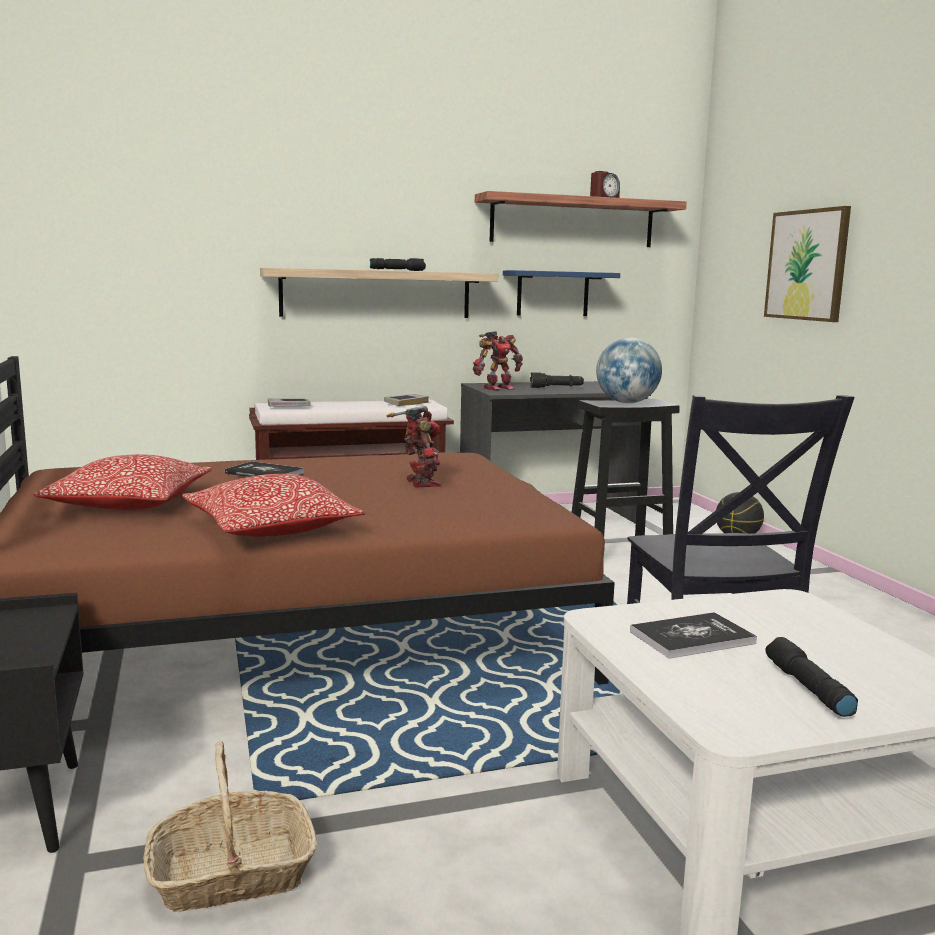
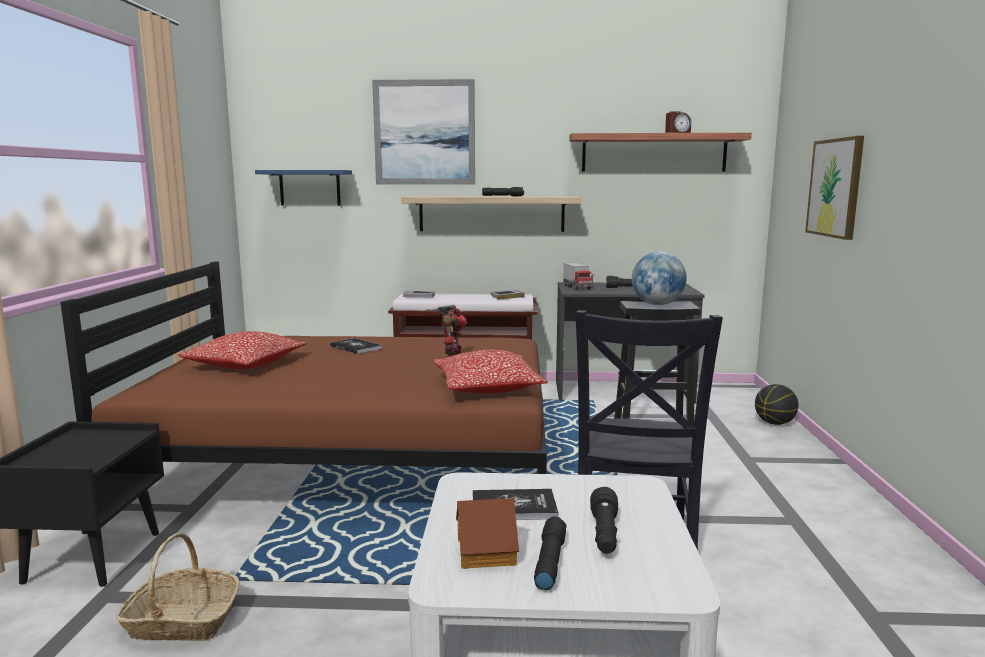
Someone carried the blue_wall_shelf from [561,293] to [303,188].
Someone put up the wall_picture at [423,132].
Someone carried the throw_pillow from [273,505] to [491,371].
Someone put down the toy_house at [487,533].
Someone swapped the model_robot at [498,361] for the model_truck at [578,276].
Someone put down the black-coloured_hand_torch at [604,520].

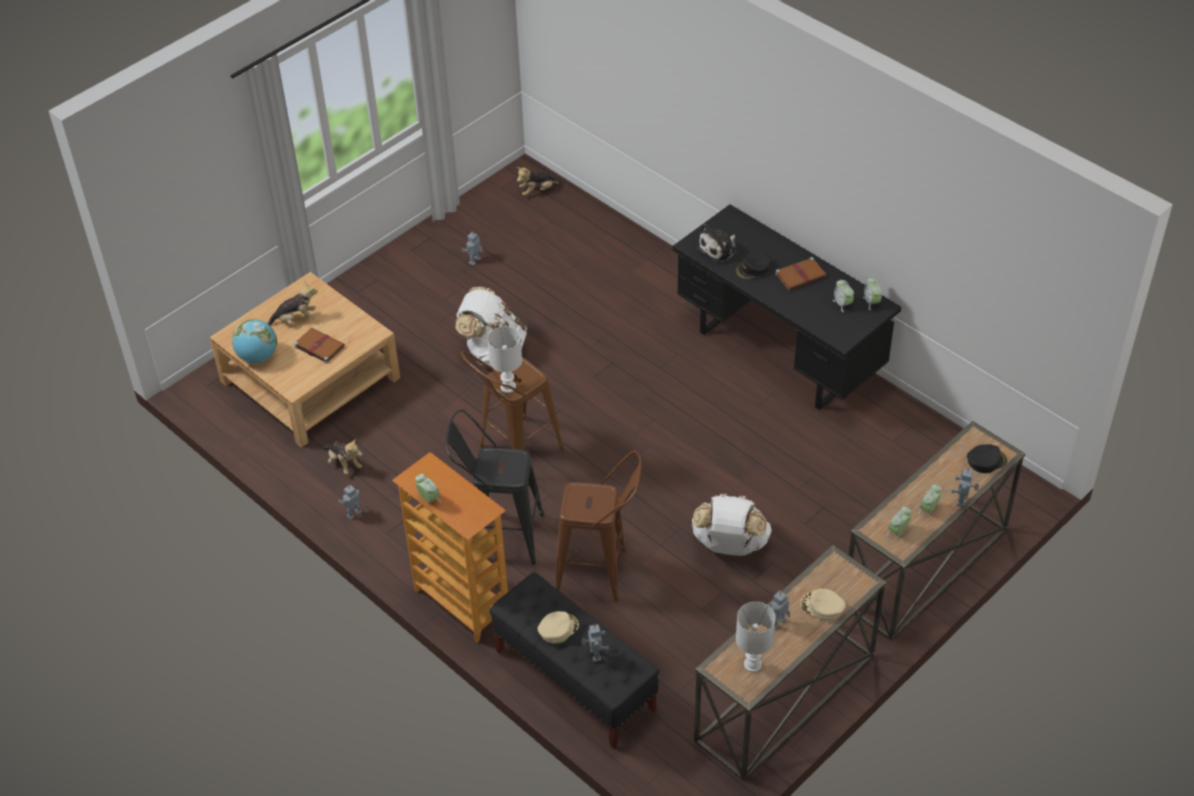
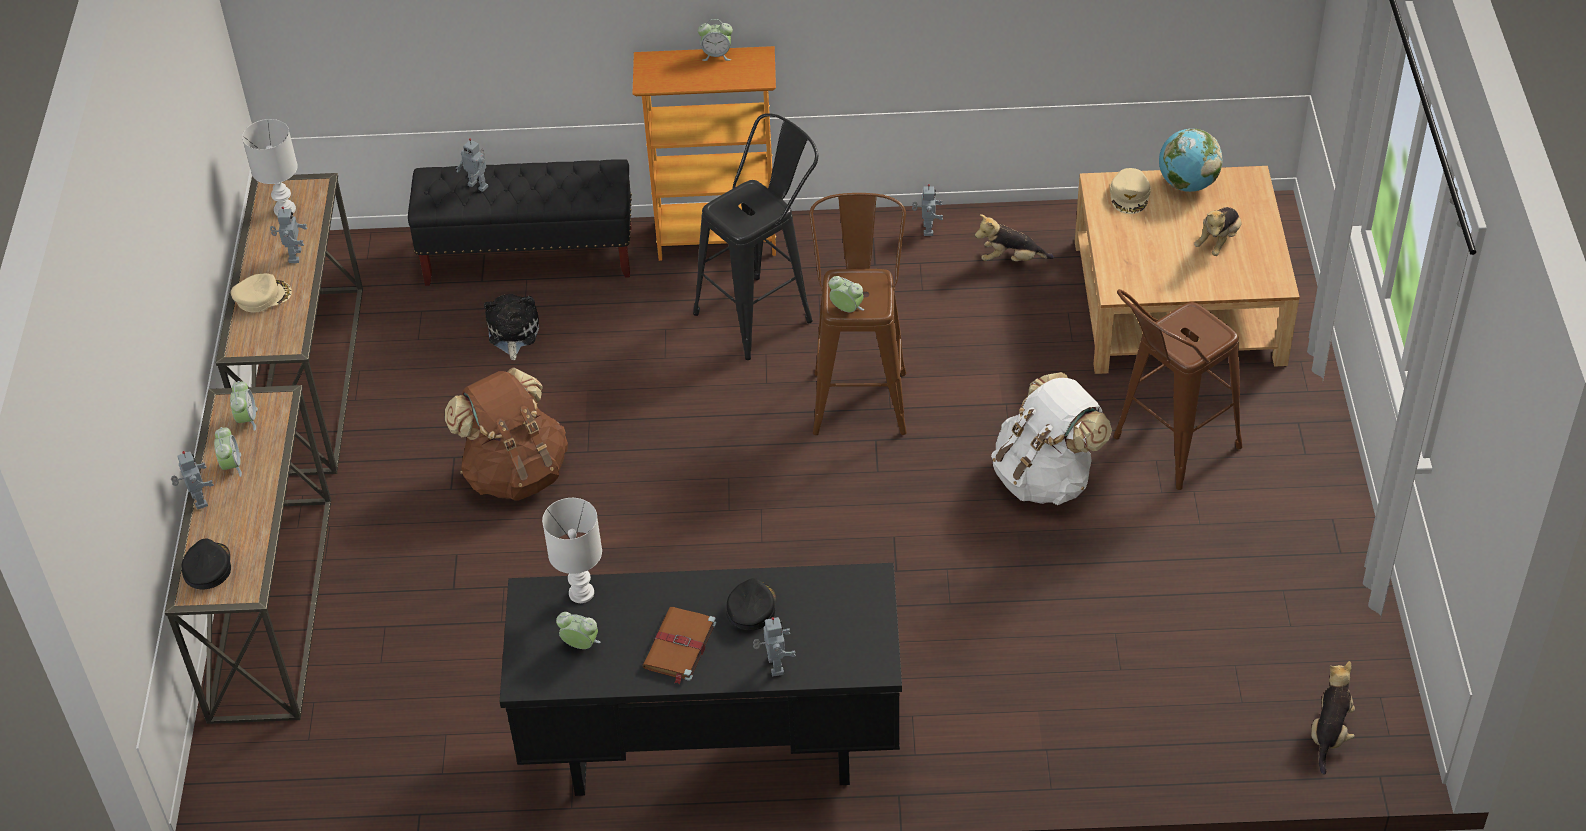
Someone rotated the black-coloured_peaked_cap at [987,458] by 150 degrees clockwise.
Someone repainted the white-coloured_rucksack at [731,524], which became the brownish_rucksack at [506,434].
Someone carried the plush_toy from [717,243] to [511,327].
Someone carried the white-coloured_table_lamp from [504,359] to [572,550].
Someone carried the model_robot from [471,248] to [774,647].
Someone carried the alarm_clock from [872,293] to [846,294].
Someone carried the beige_peaked_cap from [558,627] to [1130,191].
Someone carried the brownish_stool from [599,525] to [1177,389].
Someone took away the brownish_volume at [319,346].

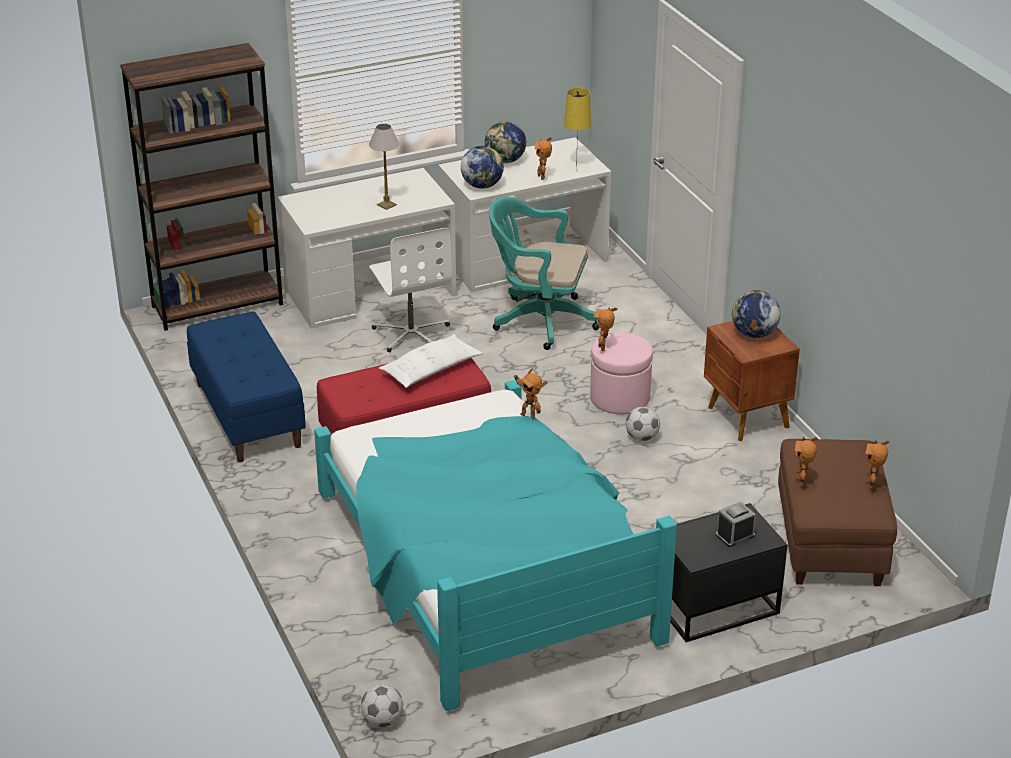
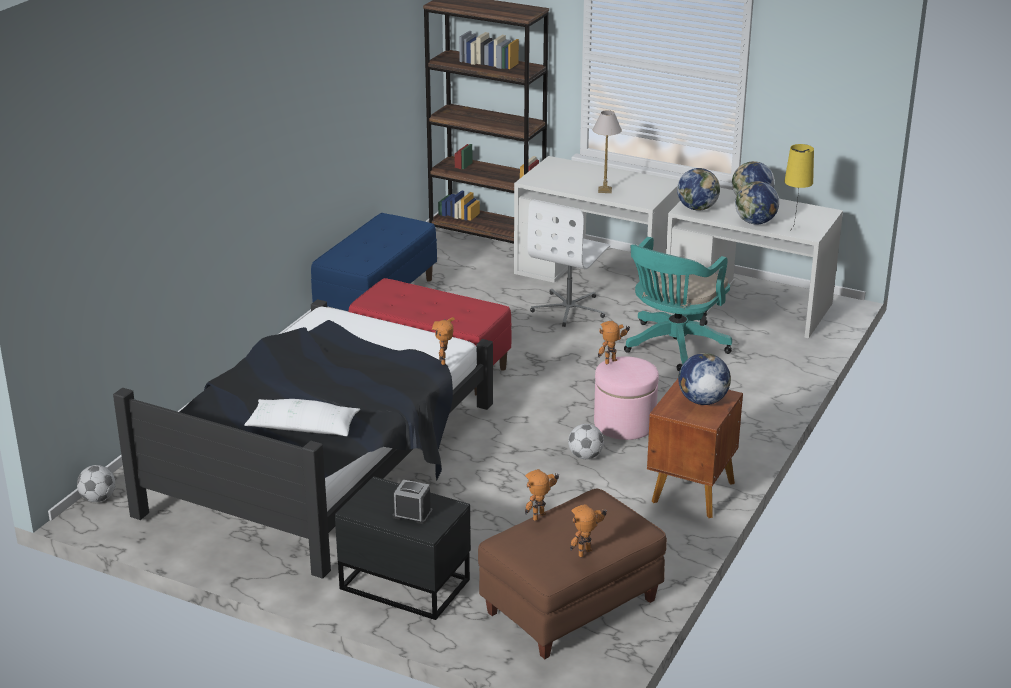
Someone repainted the turquoise-coloured_bedroom_bed at [495,545], which became the black-coloured_bedroom_bed at [303,439].
Someone carried the white-coloured_throw_pillow from [431,361] to [302,417].
Someone rotated the turquoise-coloured_computer_chair at [544,273] by 120 degrees counterclockwise.
Someone swapped the model_robot at [543,158] for the world_globe at [757,203].

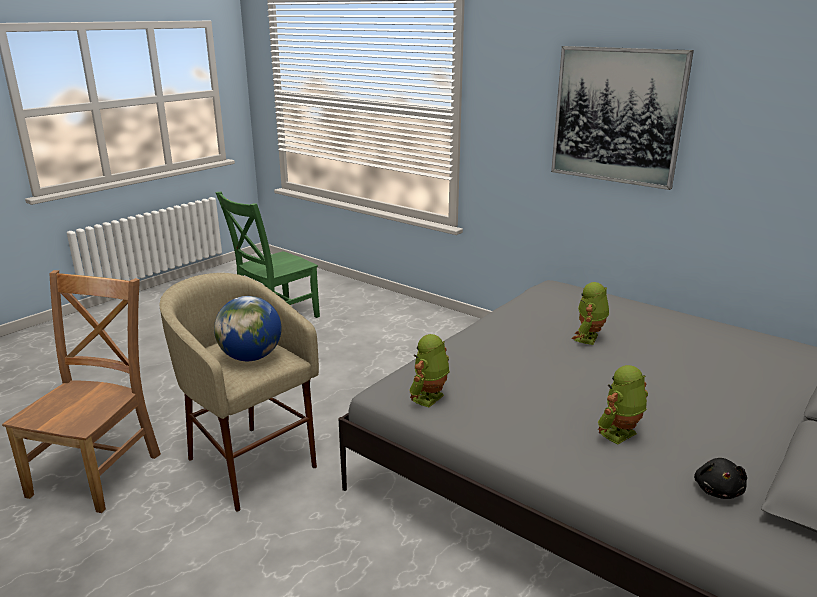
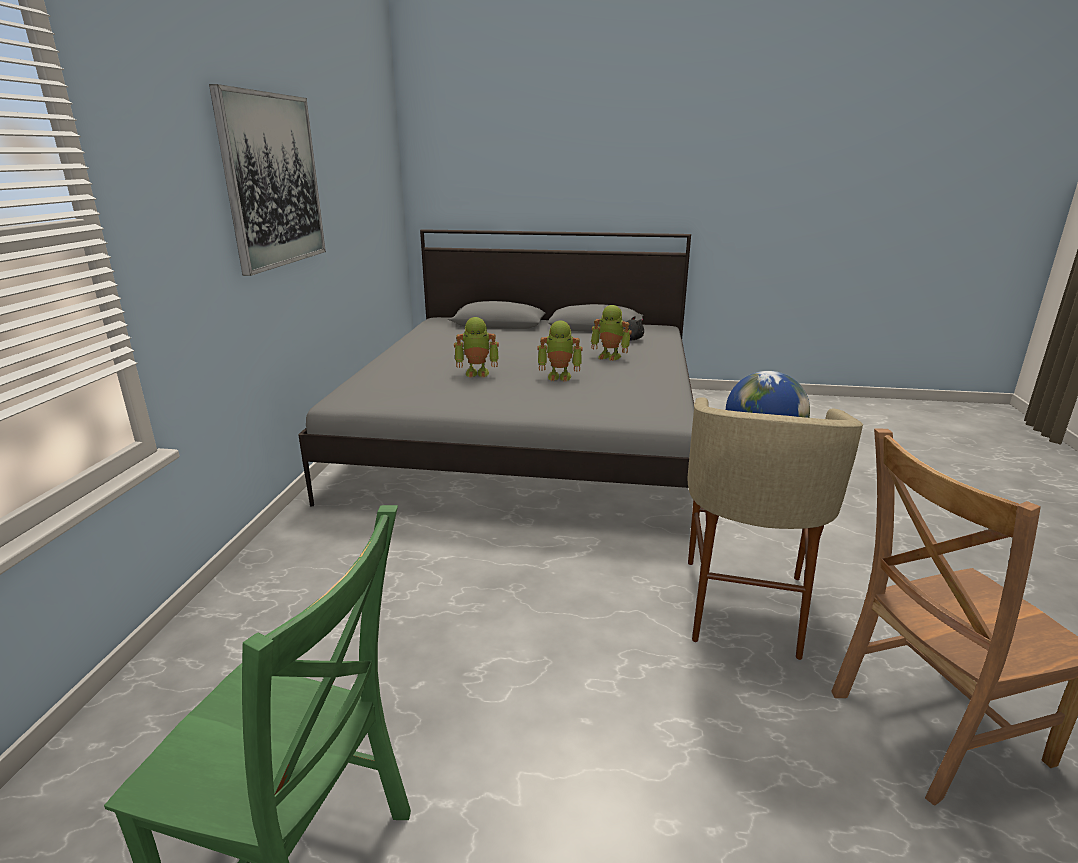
Someone carried the model_robot from [429,370] to [560,351].

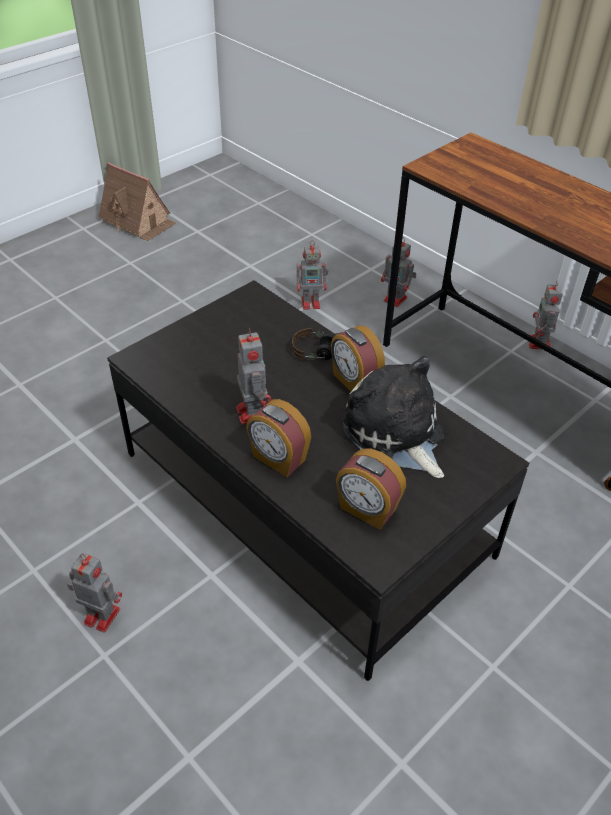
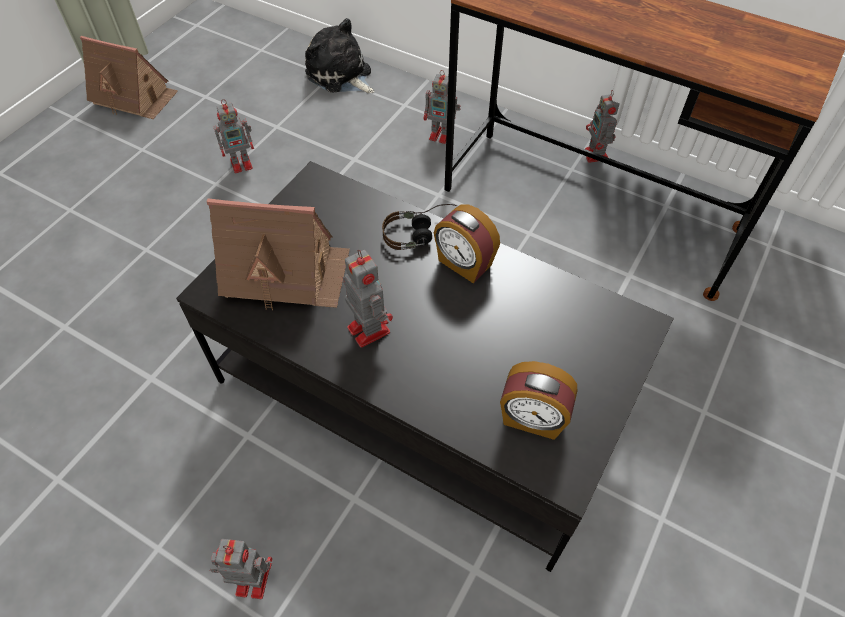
Someone put down the toy_house at [278,254].
Someone carried the model_robot from [312,275] to [233,136].
Someone carried the plush_toy from [394,417] to [340,55].
Someone took away the alarm_clock at [278,438].

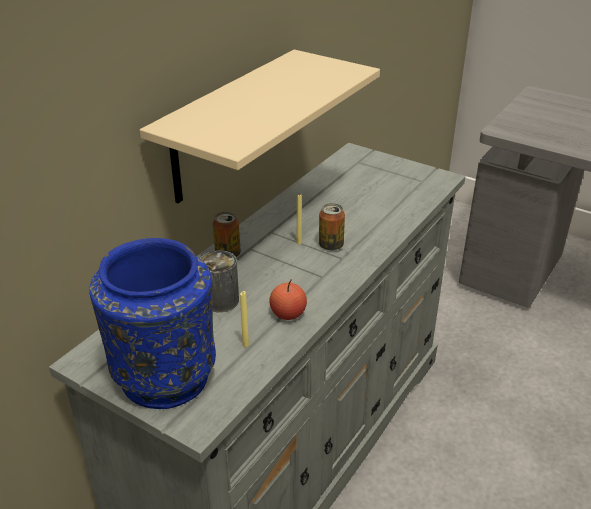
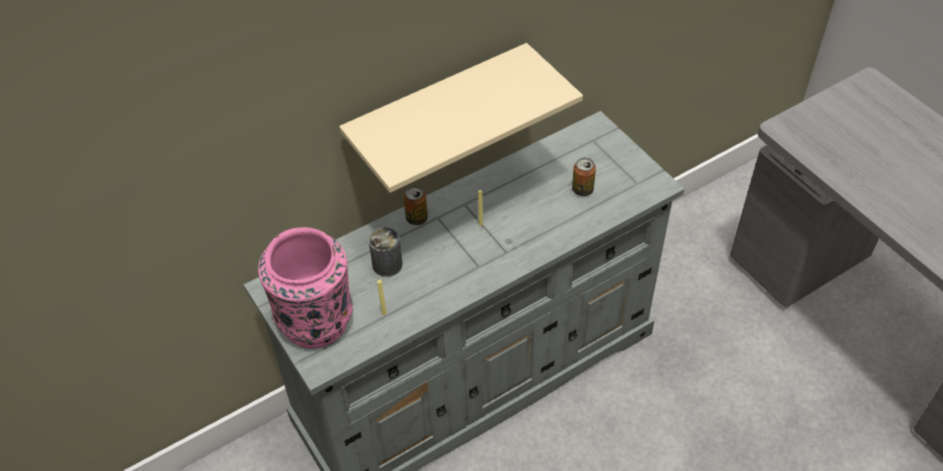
Someone repainted the blue_decorative_vase at [152,323], which became the pinkish_decorative_vase at [305,287].
Someone carried the can from [332,227] to [584,176].
Someone took away the apple_fruit at [288,300].

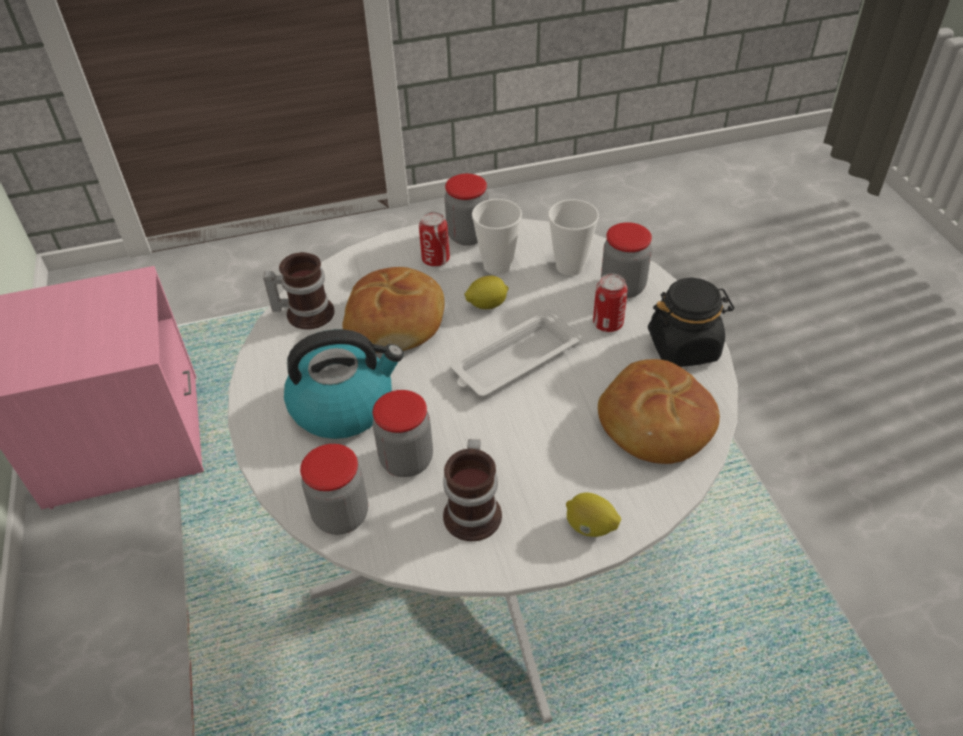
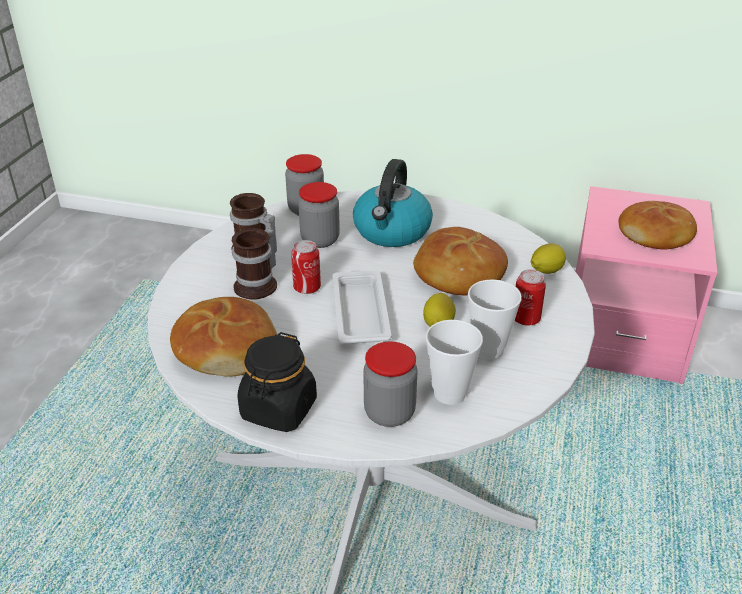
Someone carried the tea_mug from [298,290] to [254,264].
Someone carried the can from [610,302] to [306,267].
Someone carried the citrus_fruit from [593,515] to [548,258].
Someone put down the bakery_bread at [658,225].
Someone took away the preserve_jar at [466,210].

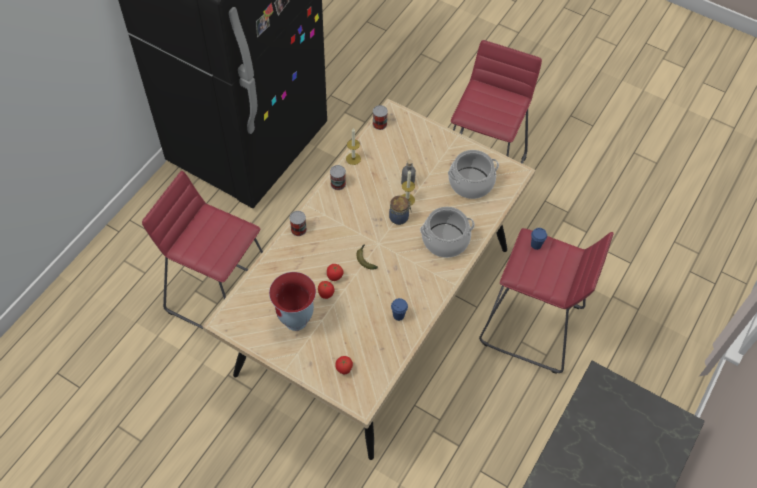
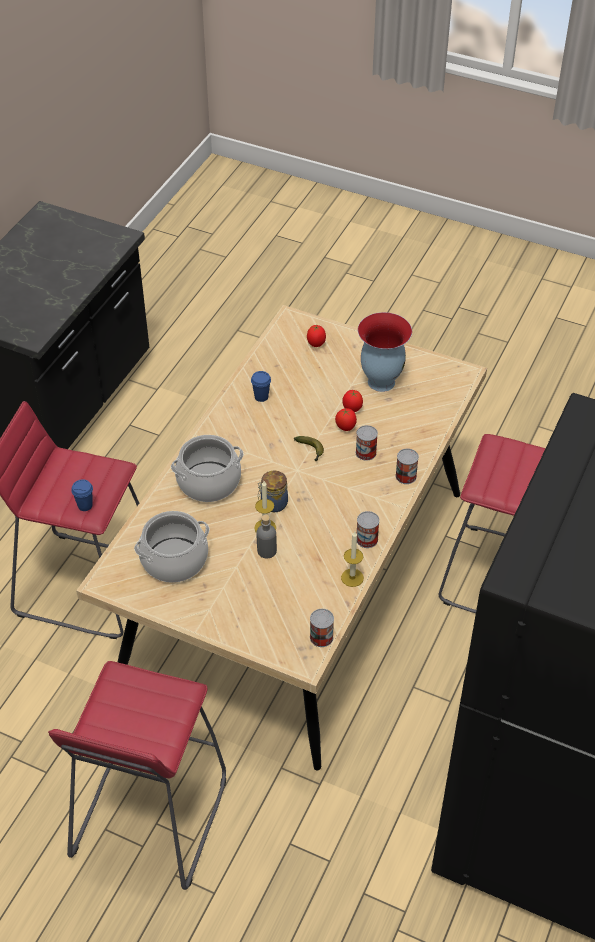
Someone put down the can at [367,443].

